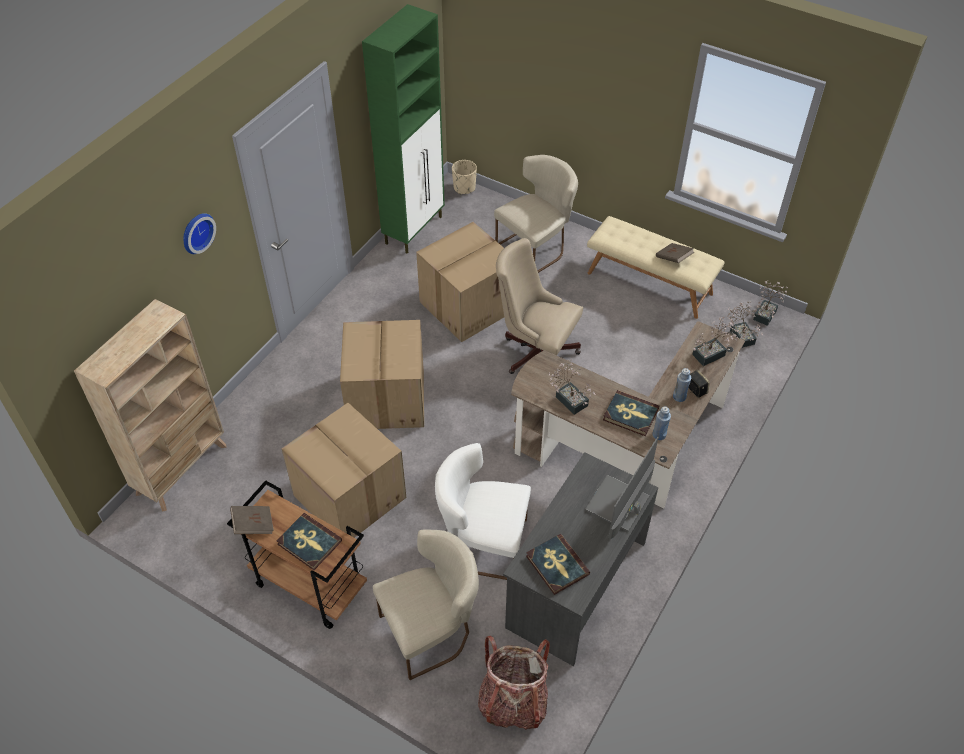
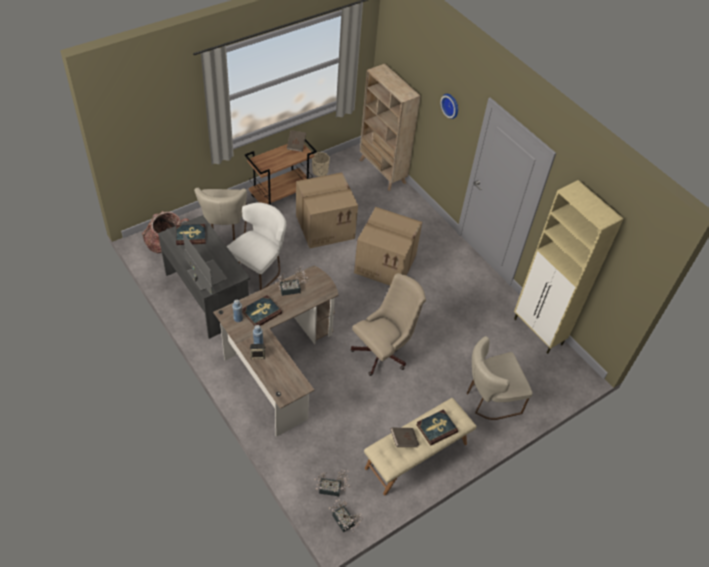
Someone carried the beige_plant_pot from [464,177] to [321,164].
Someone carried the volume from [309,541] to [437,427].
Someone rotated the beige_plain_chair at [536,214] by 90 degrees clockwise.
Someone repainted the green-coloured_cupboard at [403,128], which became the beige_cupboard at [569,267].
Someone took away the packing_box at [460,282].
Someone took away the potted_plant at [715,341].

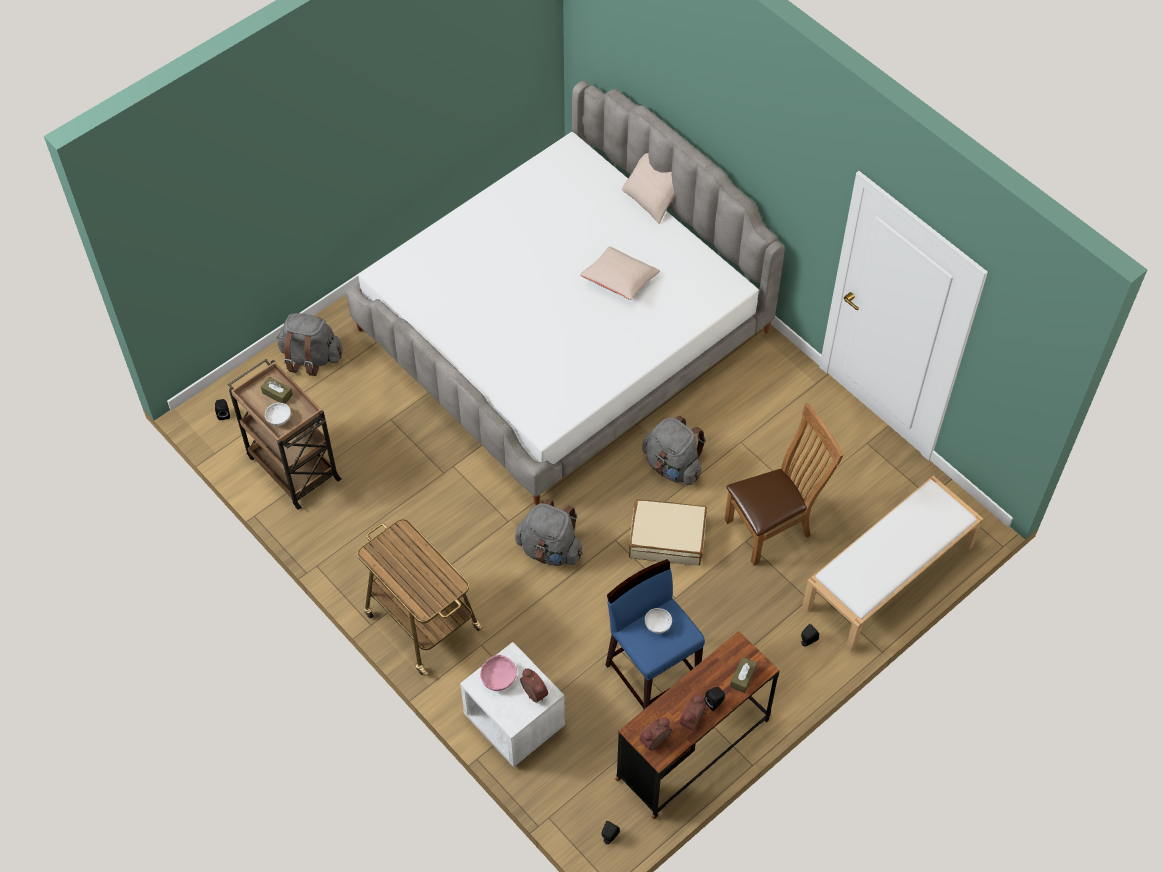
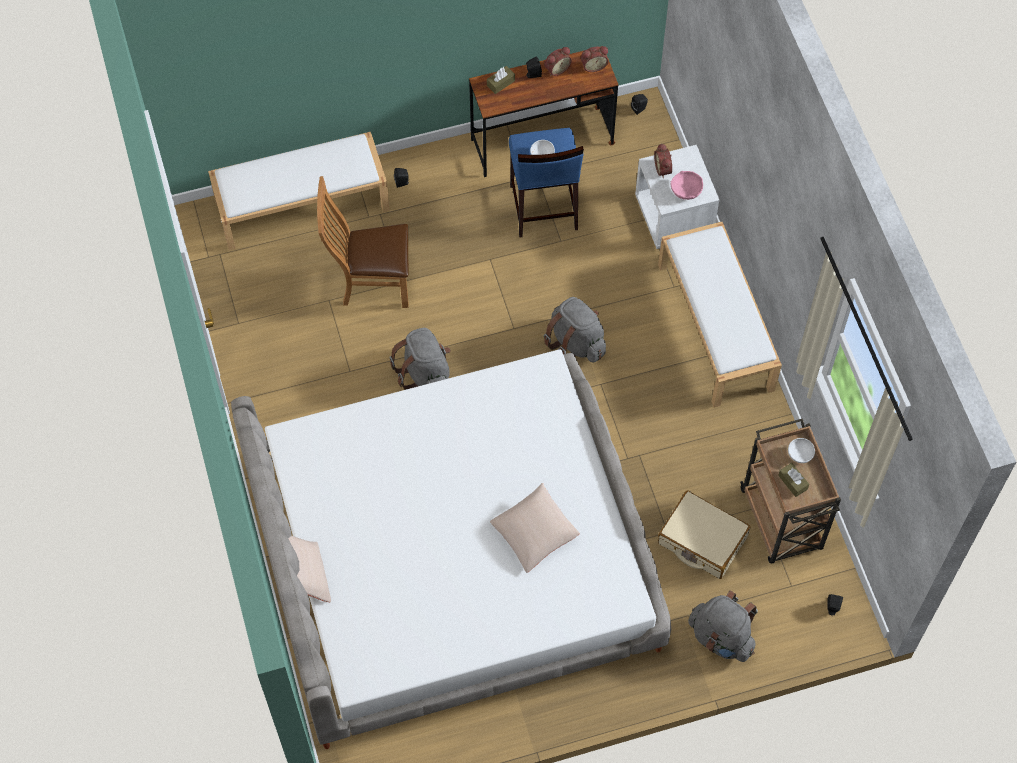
Someone carried the beige_throw_pillow from [620,273] to [535,528].
Someone swapped the cart at [421,597] for the white-coloured_long_seat at [720,314].
Someone carried the beige_piece_of_luggage from [668,532] to [704,534].

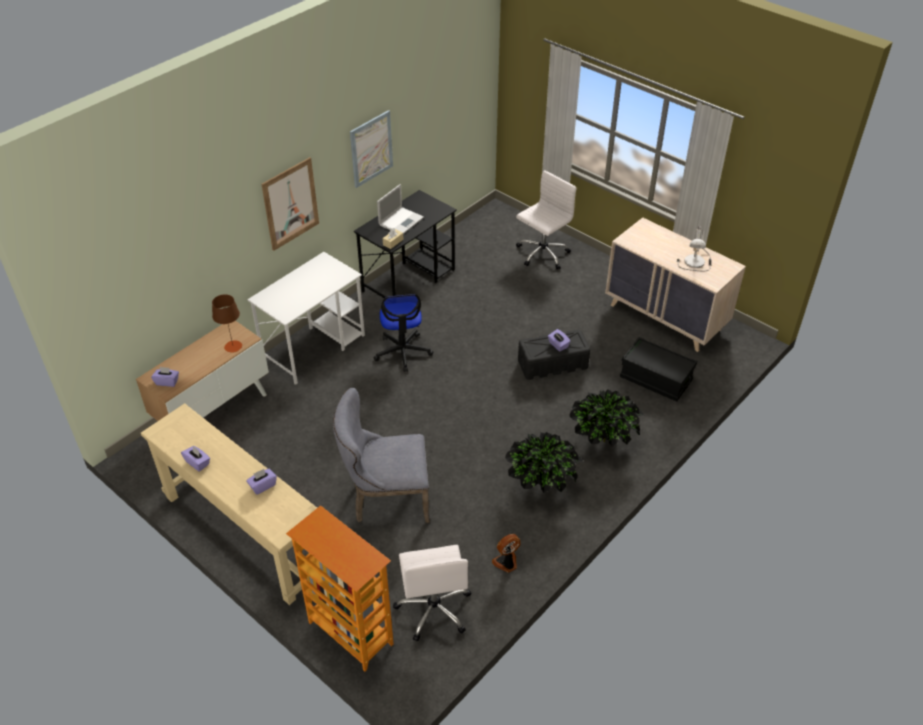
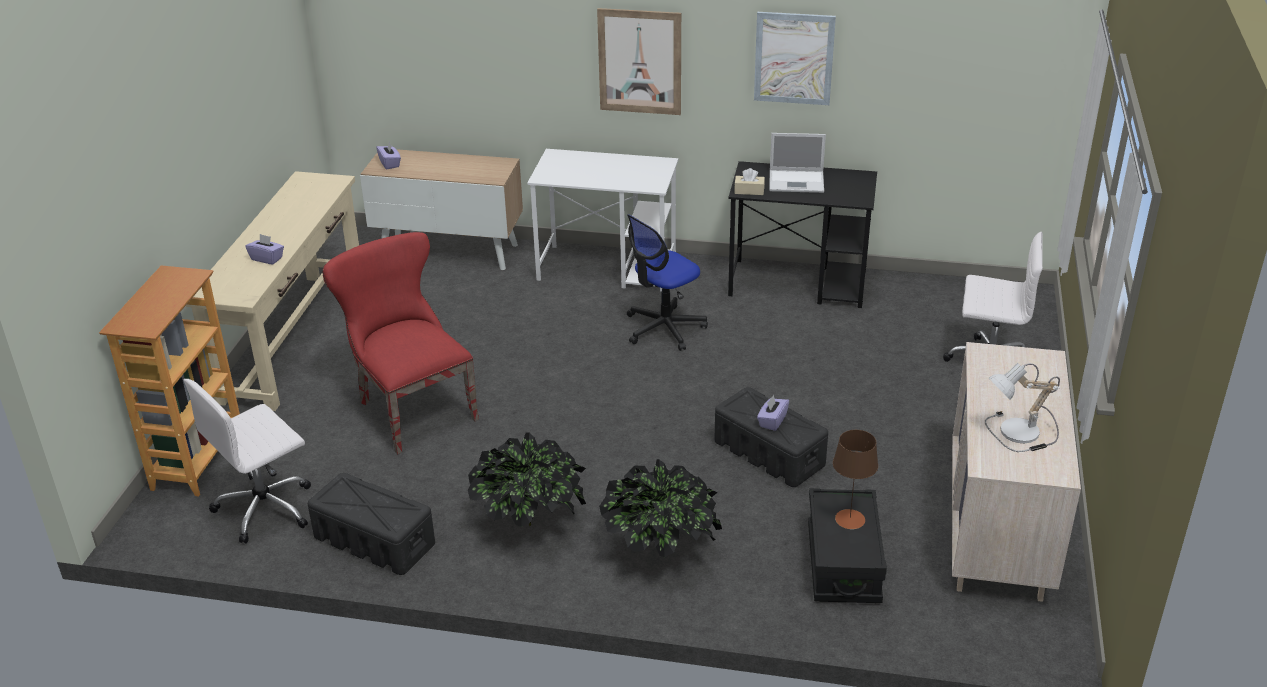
Someone swapped the cooling_fan at [506,553] for the black-coloured_storage_box at [371,524].
Someone repainted the greyish_plain_chair at [381,455], which became the red-coloured_plain_chair at [400,343].
Someone carried the brownish_table_lamp from [227,323] to [855,479].
Someone took away the purplish_tissue_holder at [195,459].

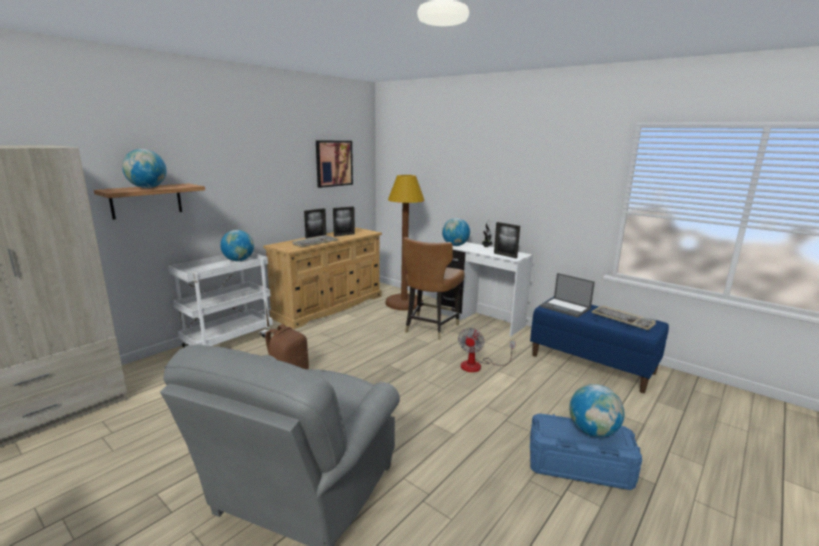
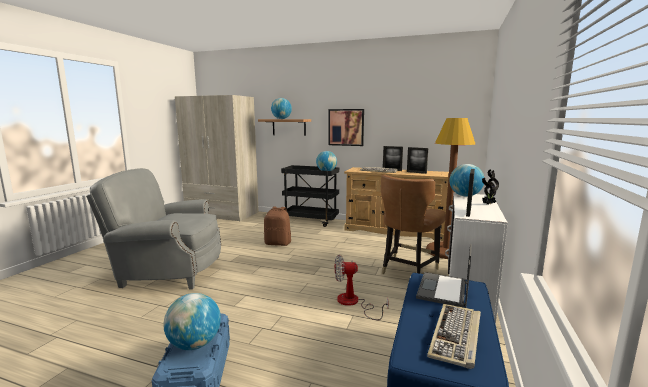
Someone repainted the white-coloured_cart at [220,300], which became the black-coloured_cart at [310,196].
Someone carried the wall_picture from [334,164] to [346,127].
Someone rotated the brownish_plain_chair at [433,288] by 60 degrees counterclockwise.

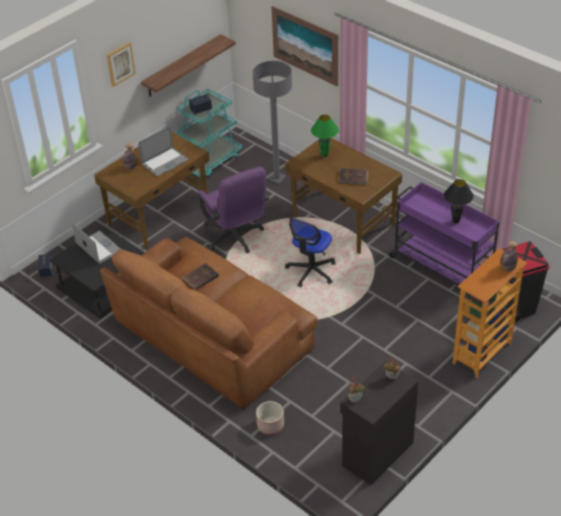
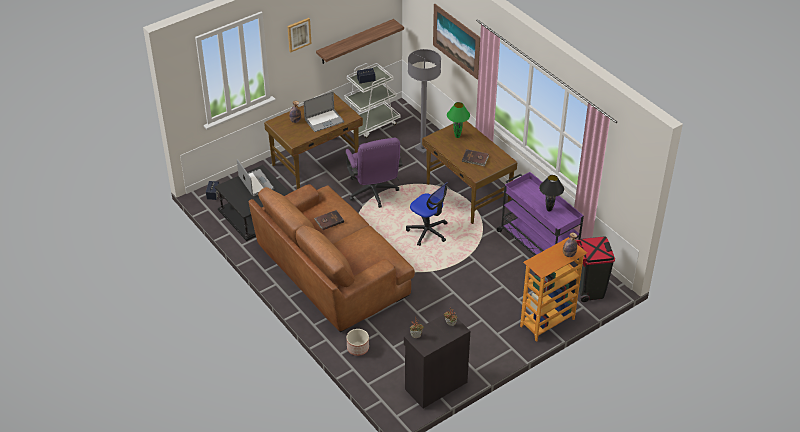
Someone repainted the turquoise-coloured_cart at [209,133], which became the white-coloured_cart at [372,100].
Someone rotated the computer_chair at [310,252] by 90 degrees counterclockwise.

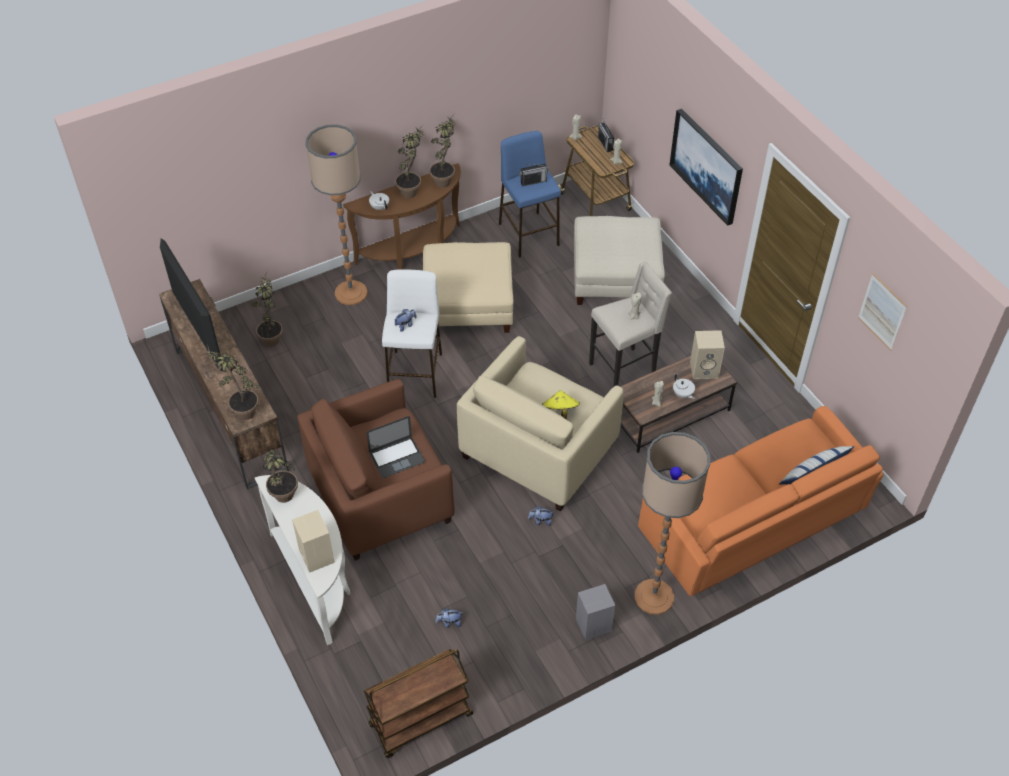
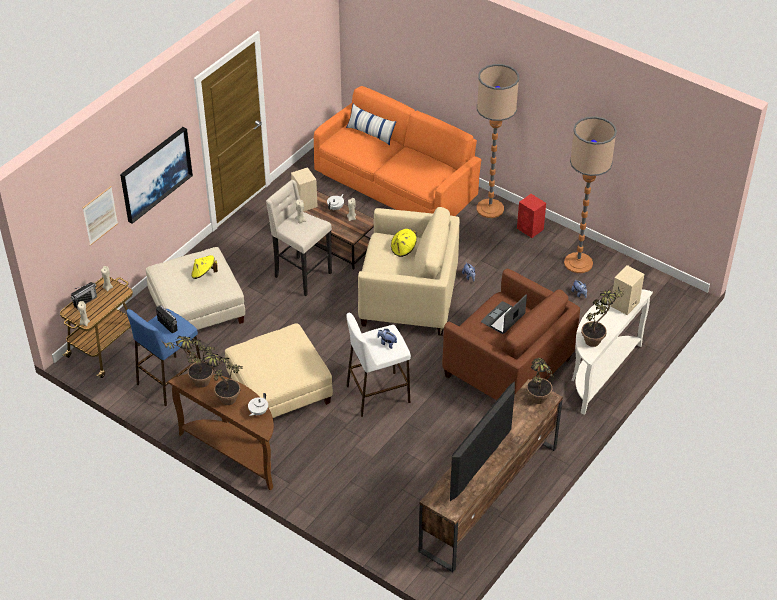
Someone carried the wall_picture from [882,311] to [100,216].
Someone put down the yellow_clothing_hat at [204,267].
Someone rotated the notebook_computer at [395,447] by 90 degrees counterclockwise.
Someone repainted the greyish_audio_speaker at [595,612], which became the red-coloured_audio_speaker at [531,216].
Someone carried the floor_lamp from [336,214] to [590,194].
Someone took away the potted_plant at [267,309].
Someone took away the brownish_cart at [418,703].

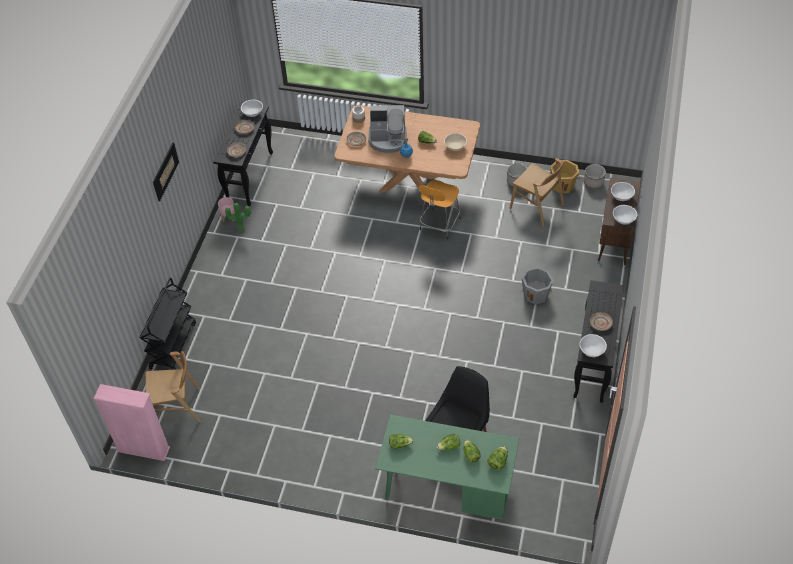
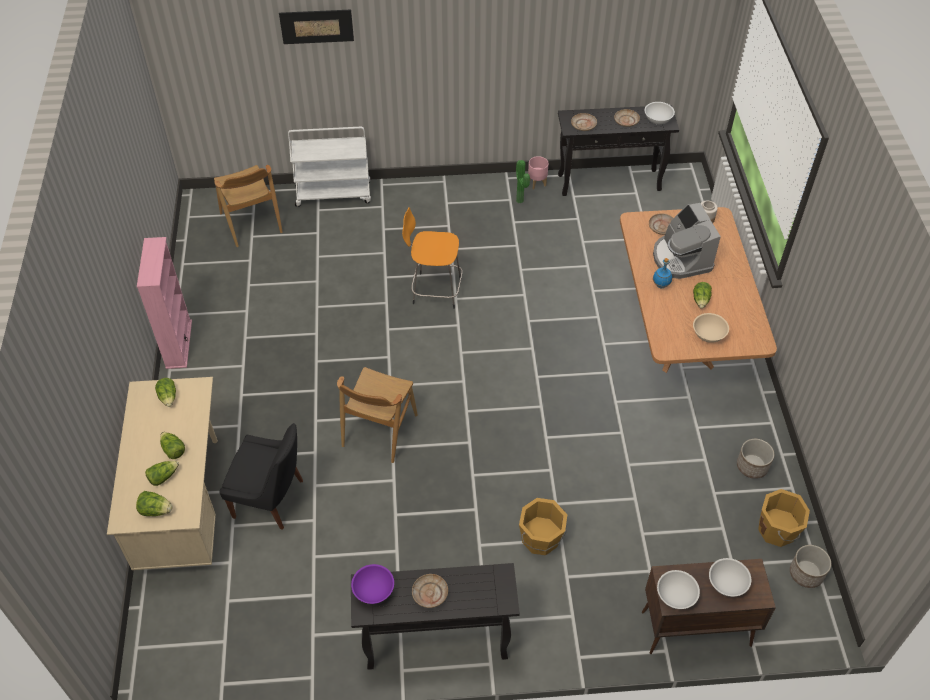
Someone repainted the green-coloured_desk_table at [447,467], which became the beige_desk_table at [162,473].
Someone carried the pinkish_bookcase from [131,422] to [164,303].
Someone carried the wall_picture from [166,172] to [316,27].
Someone repainted the black-coloured_cart at [168,324], which became the white-coloured_cart at [329,167].
Someone carried the brownish_plain_chair from [537,192] to [377,415].
Someone repainted the white-coloured_bowl at [593,345], which became the purplish_bowl at [372,584].
Someone carried the orangey_stool from [439,210] to [432,258].
Someone repainted the greyish_water_bucket at [538,286], which became the orangey_water_bucket at [543,527].

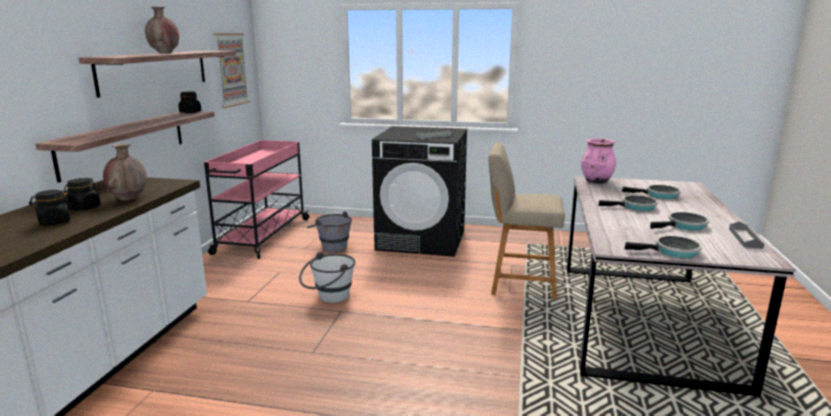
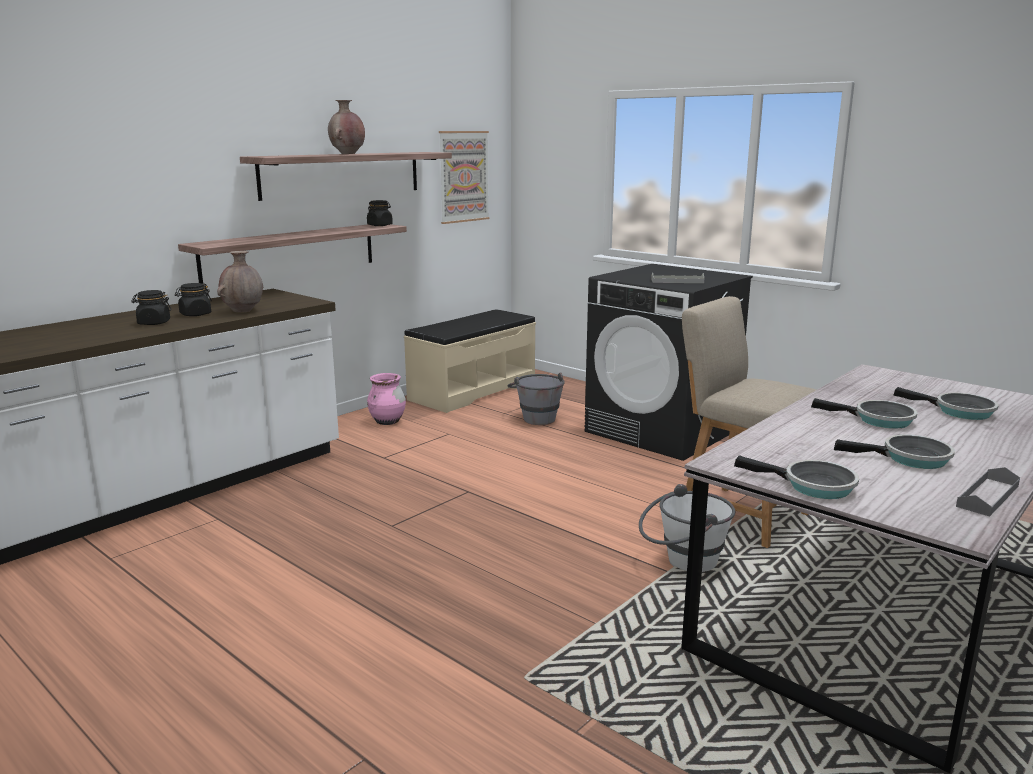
Someone carried the pinkish_decorative_vase from [598,161] to [386,399].
Someone swapped the pinkish_cart at [257,199] for the beige_long_seat at [470,361].
Someone carried the white-coloured_water_bucket from [327,277] to [687,528].

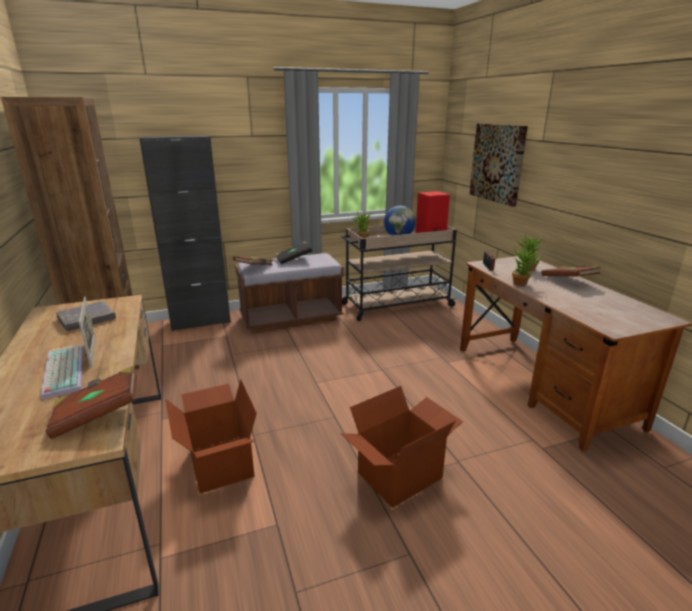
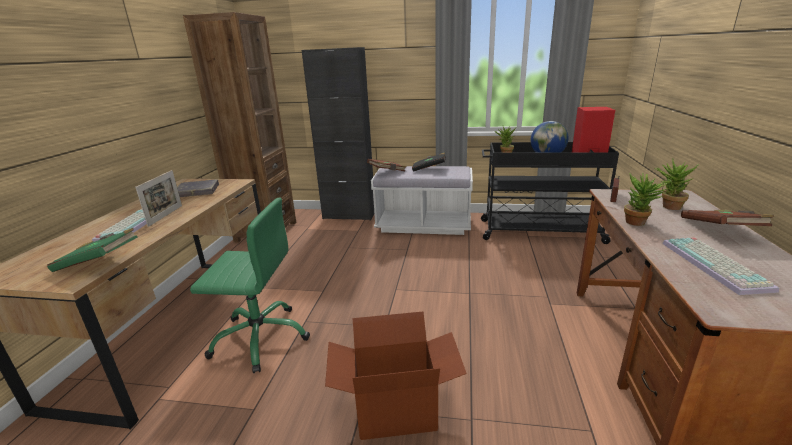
Someone repainted the brownish_volume at [91,402], which became the green-coloured_volume at [92,250].
Someone swapped the packing_box at [211,436] for the green-coloured_computer_chair at [250,285].
Someone repainted the brownish_long_seat at [289,293], which became the white-coloured_long_seat at [422,200].
Someone repainted the beige_cart at [399,273], which became the black-coloured_cart at [550,193].
Someone put down the computer_keyboard at [720,266].
Someone took away the wall_picture at [499,165].

